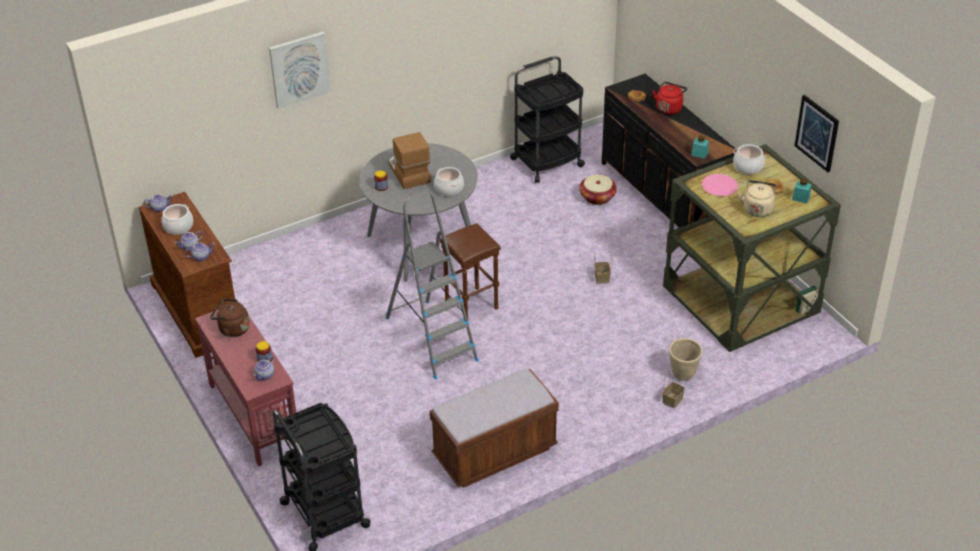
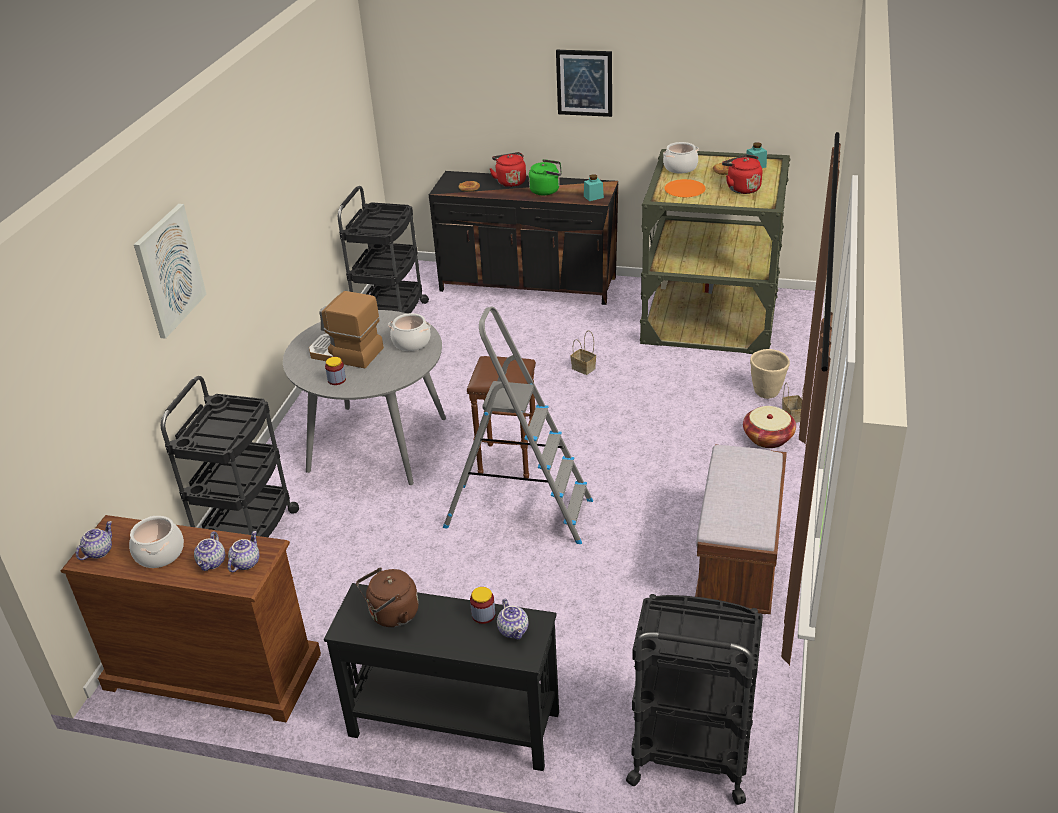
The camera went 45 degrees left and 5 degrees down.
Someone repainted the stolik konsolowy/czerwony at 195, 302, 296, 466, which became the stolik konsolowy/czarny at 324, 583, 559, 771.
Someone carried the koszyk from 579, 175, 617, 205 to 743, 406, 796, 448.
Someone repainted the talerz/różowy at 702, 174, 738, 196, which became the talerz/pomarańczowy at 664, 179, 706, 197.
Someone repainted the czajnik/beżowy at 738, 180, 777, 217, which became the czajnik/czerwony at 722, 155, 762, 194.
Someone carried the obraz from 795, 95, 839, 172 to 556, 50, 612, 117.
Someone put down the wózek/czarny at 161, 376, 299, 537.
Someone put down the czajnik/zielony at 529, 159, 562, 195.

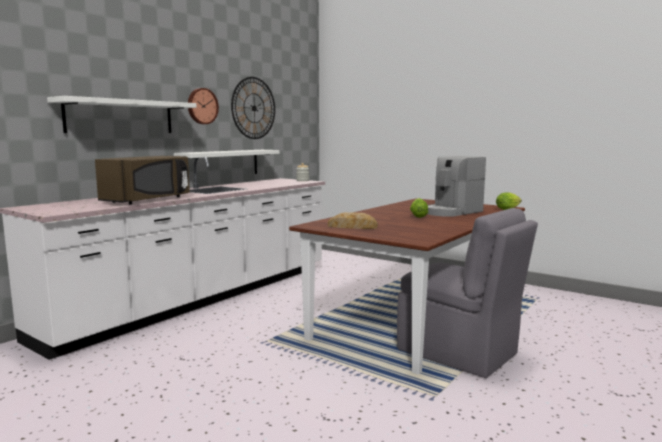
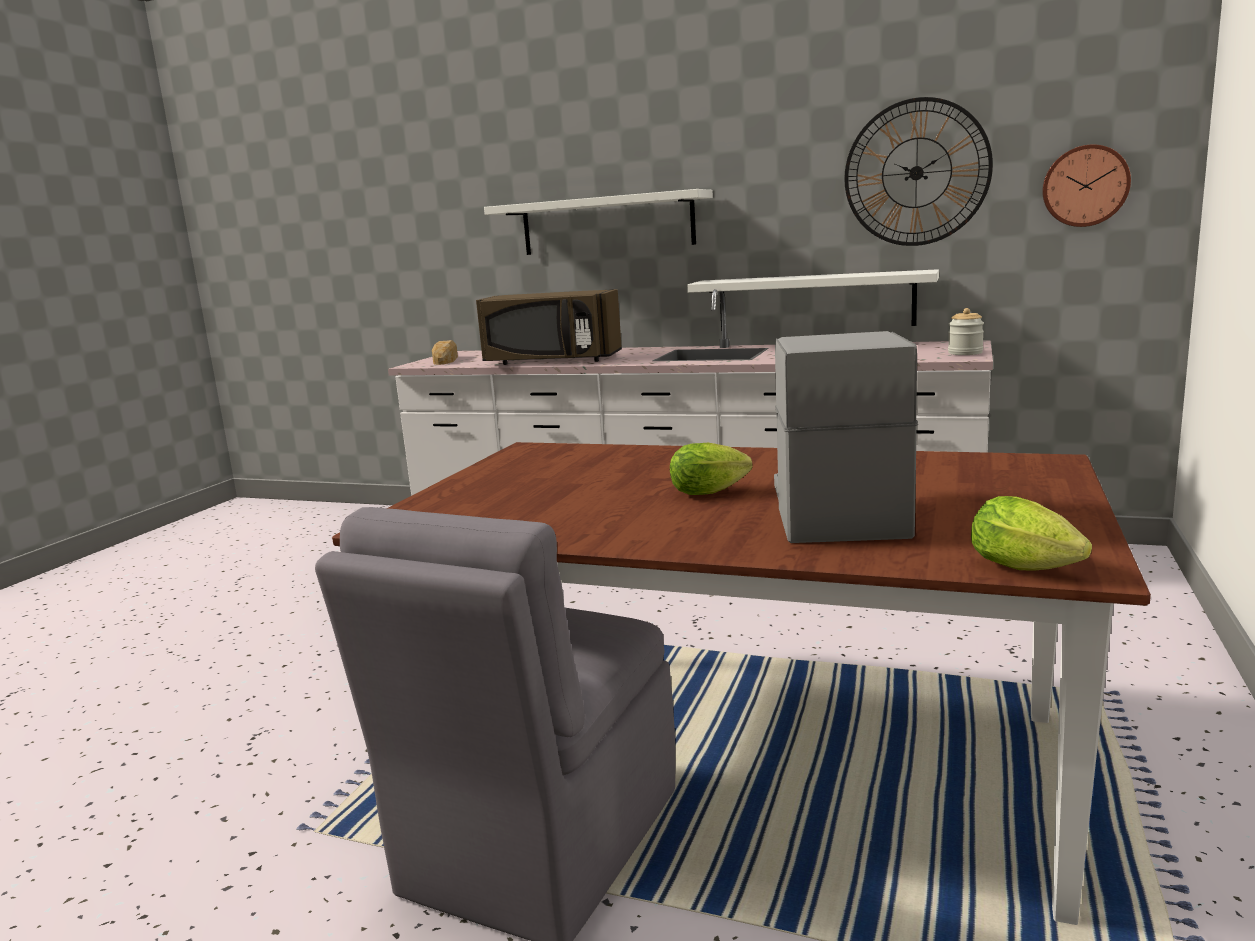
The camera went 75 degrees right and 5 degrees up.
Someone carried the zegar ścienny from 188, 88, 219, 124 to 1042, 144, 1131, 227.
Someone carried the chleb from 328, 212, 378, 229 to 432, 340, 458, 365.
Someone rotated the ekspres do kawy at 428, 156, 486, 217 by 60 degrees clockwise.

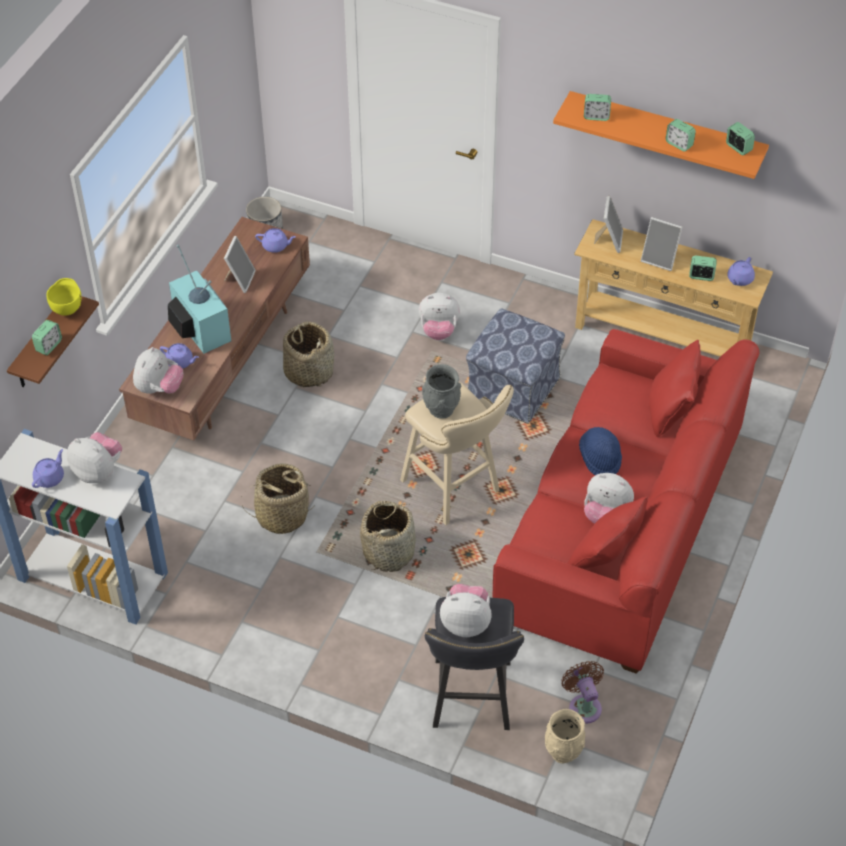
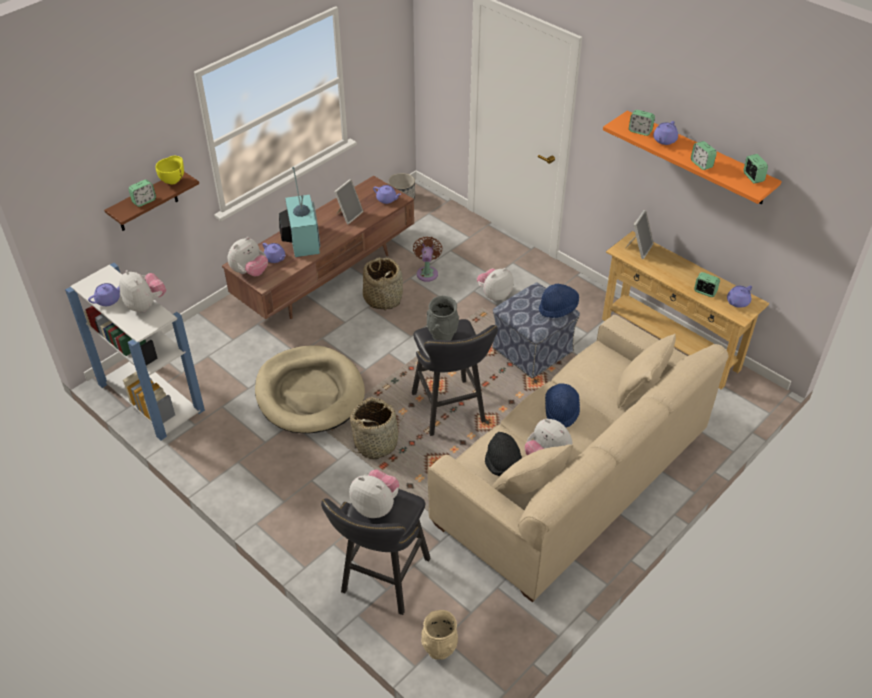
The camera went 20 degrees right and 5 degrees down.
Someone swapped the koszyk at 241, 463, 316, 534 for the legowisko/beżowy at 255, 345, 365, 434.
Someone repainted the stołek/beżowy at 400, 382, 514, 525, which became the stołek/czarny at 412, 319, 498, 436.
Someone rotated the pluszak at 419, 293, 460, 340 by 120 degrees clockwise.
Someone repainted the kanapa/czerwony at 493, 329, 760, 673, which became the kanapa/beżowy at 428, 315, 729, 602.
Someone carried the wentylator/brązowy from 561, 661, 604, 724 to 413, 236, 442, 282.
Someone took away the ramka na zdjęcie at 641, 217, 683, 271.
Someone put down the kapelusz/czarny at 485, 432, 522, 476.
Someone put down the kapelusz/niebieski at 539, 284, 579, 318.
Someone put down the imbryk/fioletowy at 653, 121, 678, 145.

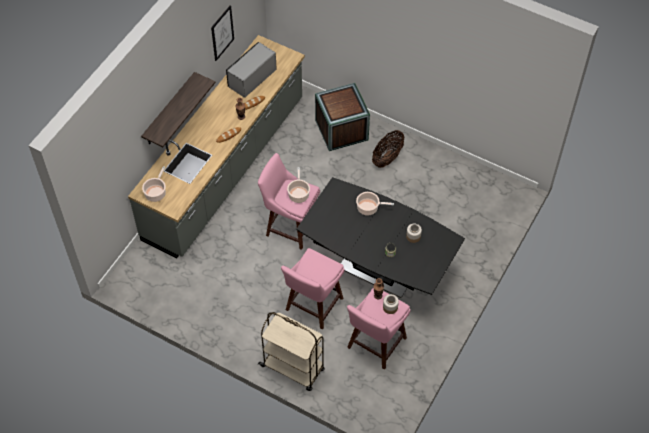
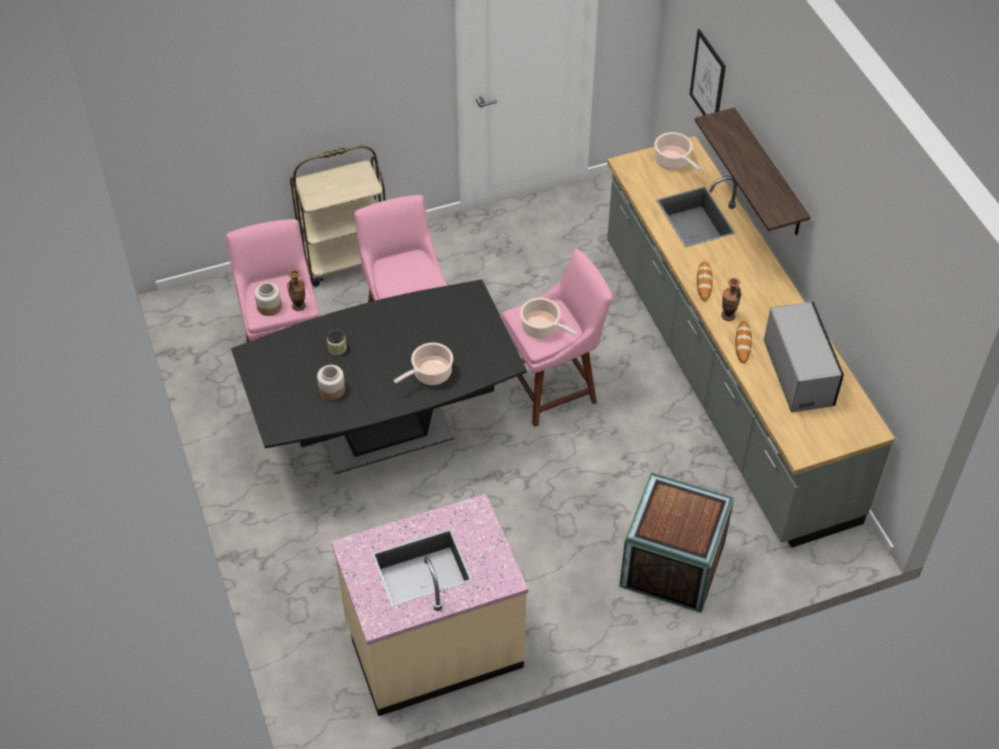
The camera went 130 degrees right and 5 degrees down.
Someone carried the obraz from 211, 5, 234, 61 to 690, 29, 726, 115.
Someone took away the koszyk at 372, 130, 404, 168.
Someone put down the zabudowa kuchenna/beżowy at 331, 494, 528, 716.

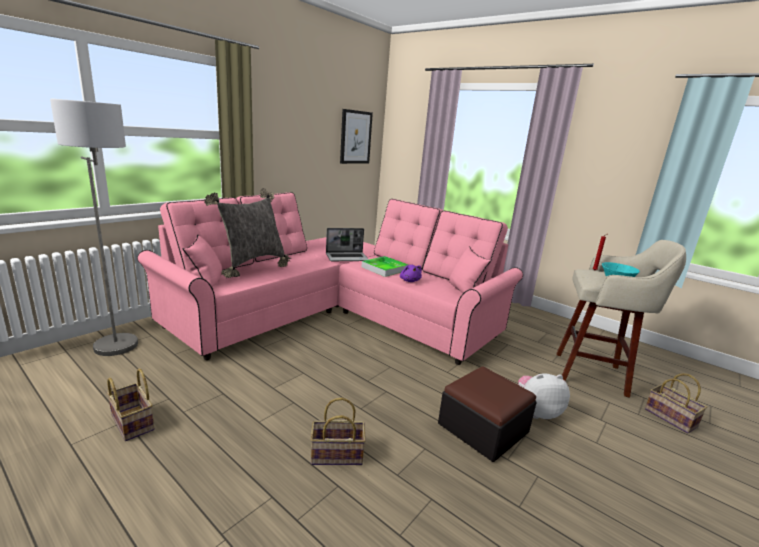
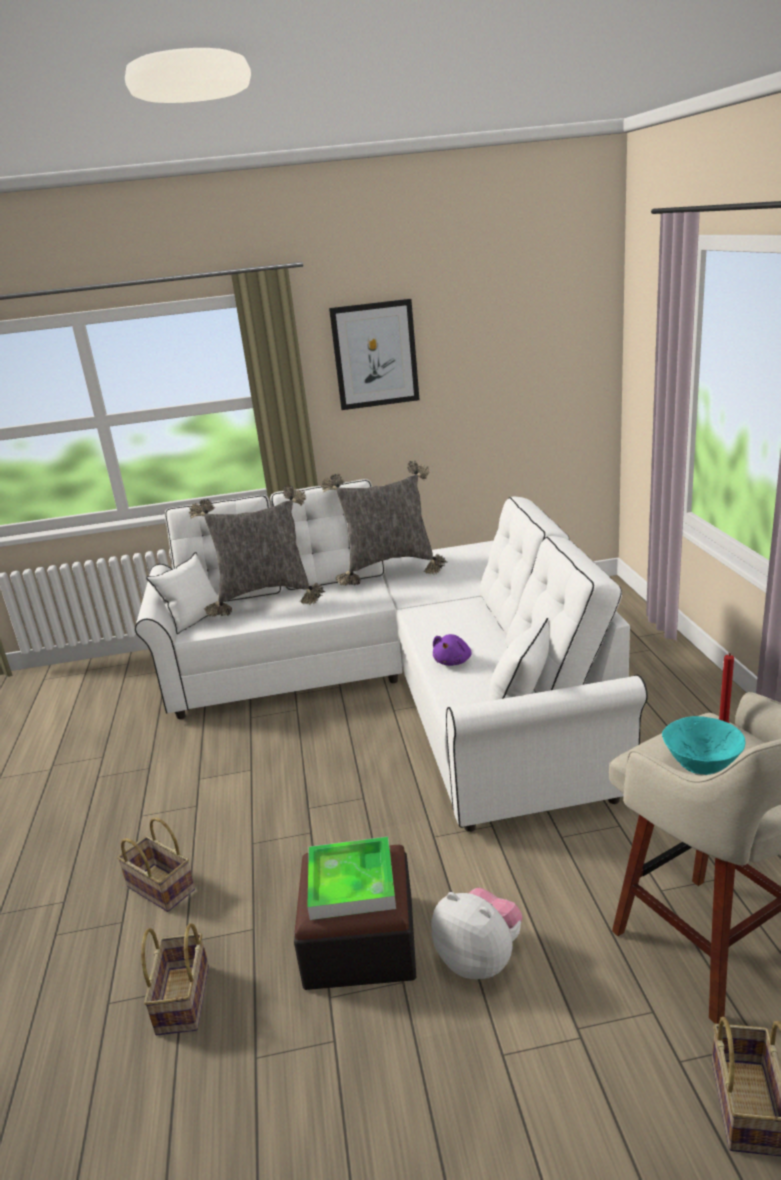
The camera went 45 degrees right and 5 degrees up.
Someone took away the lampa stojąca/szary at 50, 98, 138, 356.
Someone carried the koszyk from 107, 369, 154, 441 to 141, 923, 209, 1035.
Someone repainted the kanapa/różowy at 137, 192, 523, 365, which became the kanapa/biały at 135, 479, 648, 832.
Someone took away the laptop at 326, 228, 369, 261.
Someone carried the obraz from 340, 109, 373, 164 to 329, 299, 420, 410.
Someone carried the taca from 362, 256, 408, 277 to 307, 837, 396, 920.
Someone put down the poduszka at 322, 461, 447, 586.

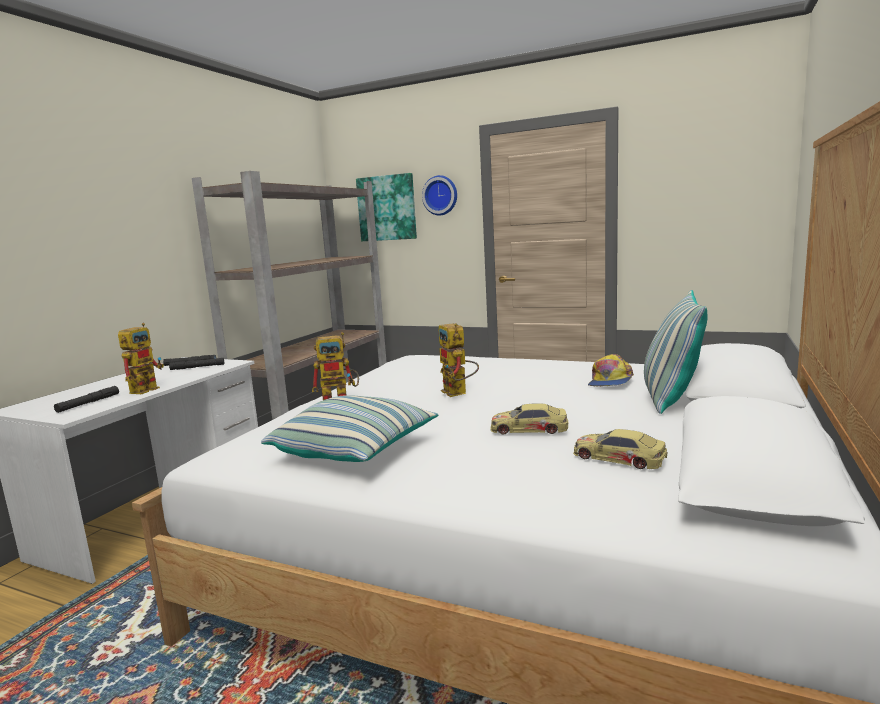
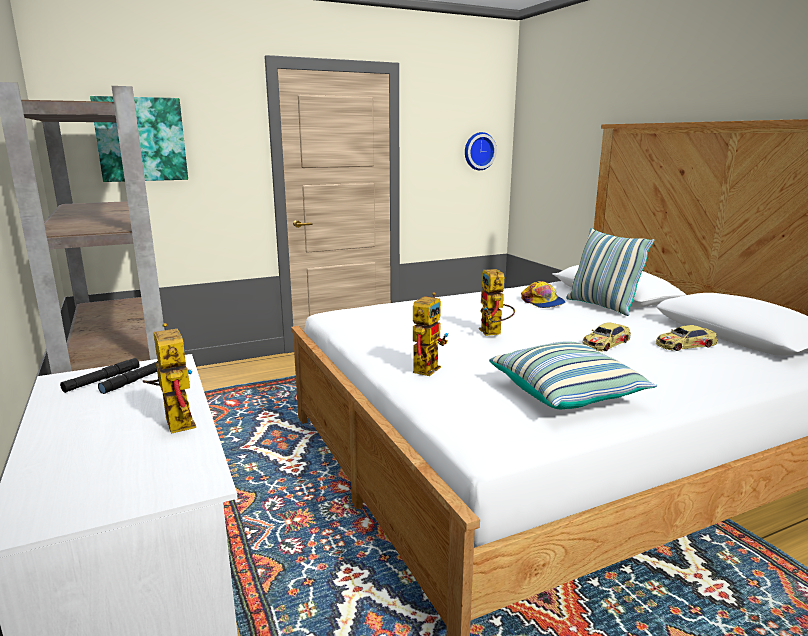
The camera went 50 degrees left and 5 degrees up.
Someone took away the latarka/czarny at 54, 386, 119, 413.
Someone carried the zegar ścienny from 422, 175, 457, 215 to 465, 132, 497, 170.
Someone rotated the robot zabawkowy at 438, 323, 479, 397 by 60 degrees clockwise.

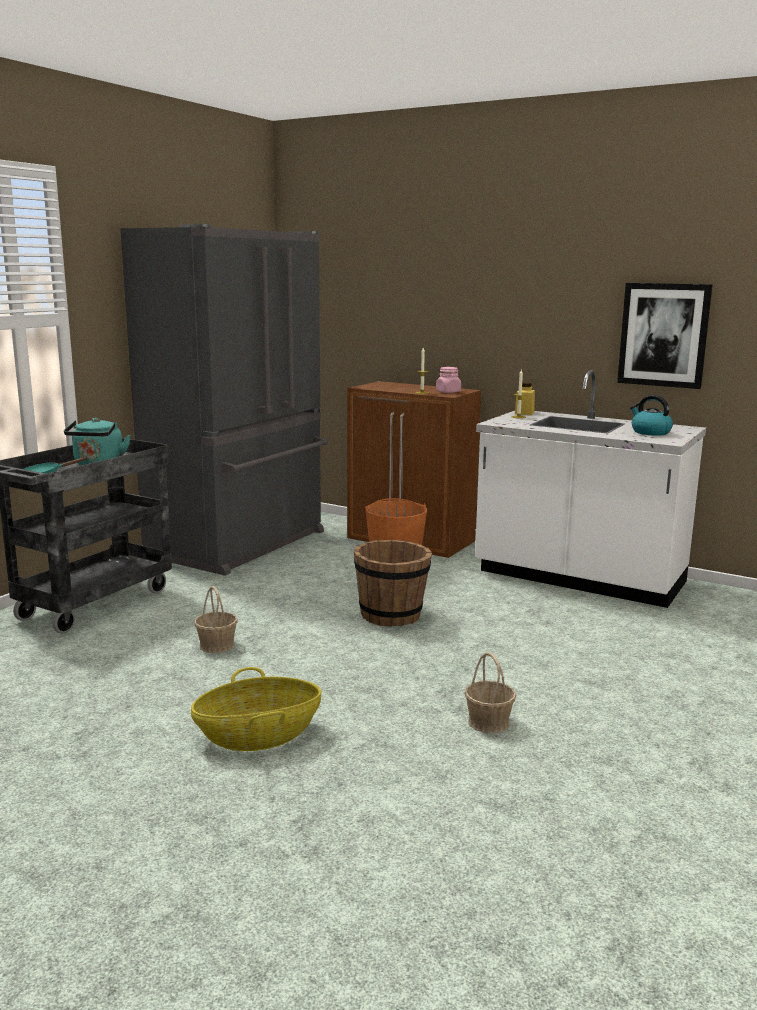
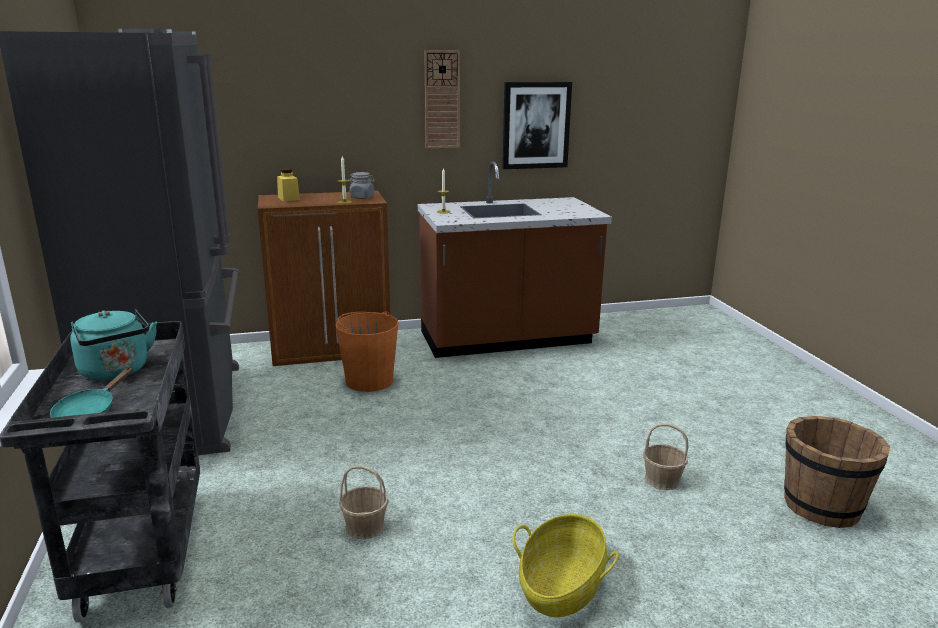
The camera went 45 degrees left and 5 degrees up.
Someone carried the wiadro/brązowy from 354, 540, 432, 627 to 784, 416, 890, 528.
Someone repainted the słoik/różowy at 436, 367, 461, 393, which became the słoik/szary at 349, 172, 375, 199.
Someone repainted the zabudowa kuchenna/biały at 475, 370, 706, 608, which became the zabudowa kuchenna/brązowy at 418, 161, 612, 358.
Someone carried the słoik/żółty from 515, 382, 535, 415 to 277, 168, 300, 202.
Someone took away the czajnik at 630, 395, 673, 436.
Someone put up the zegar ścienny at 424, 50, 460, 149.

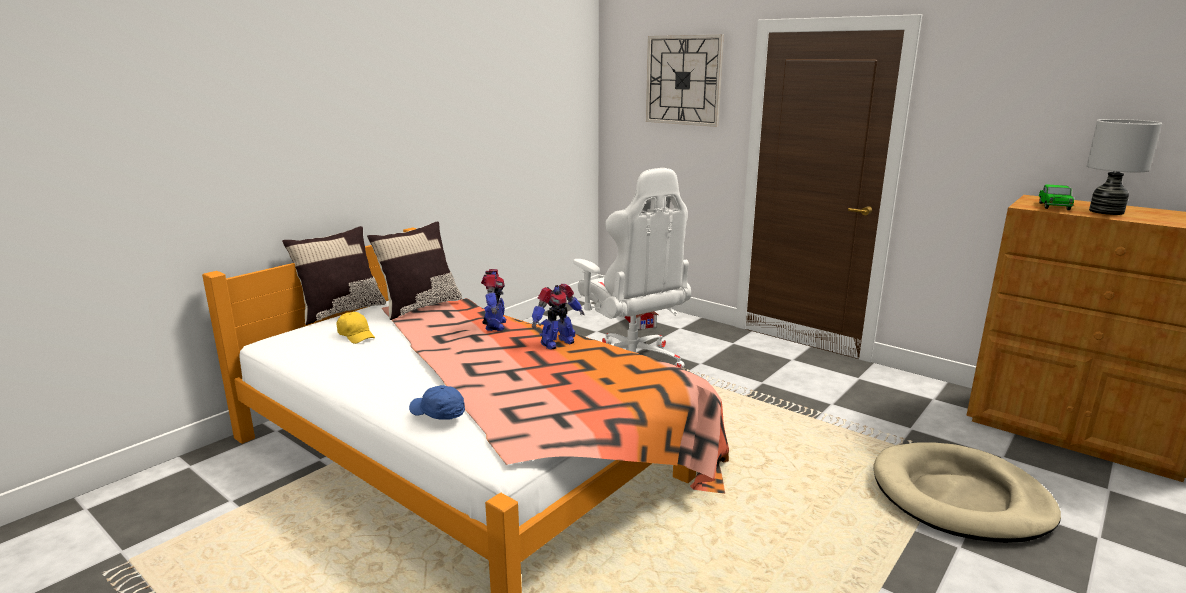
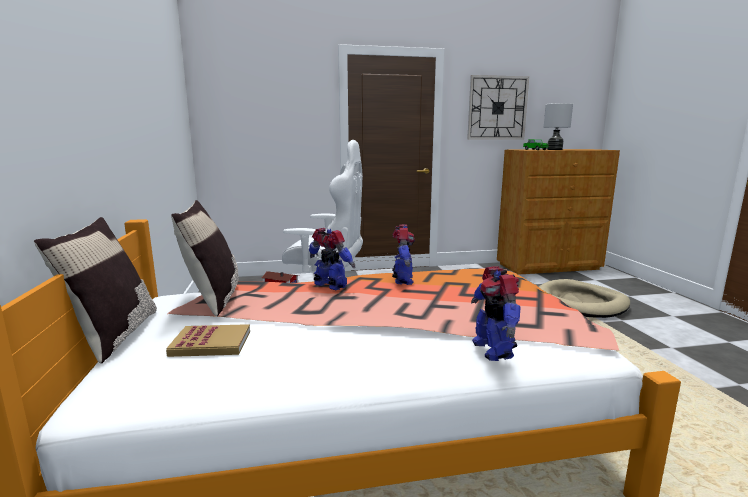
The camera went 50 degrees left and 5 degrees down.
Someone swapped the czapka z daszkiem/żółty at 336, 312, 375, 344 for the książka at 166, 324, 250, 357.
Someone swapped the czapka z daszkiem/niebieski at 409, 385, 465, 420 for the robot zabawkowy at 471, 266, 521, 361.
Someone carried the zegar ścienny from 646, 35, 724, 127 to 467, 75, 529, 140.

